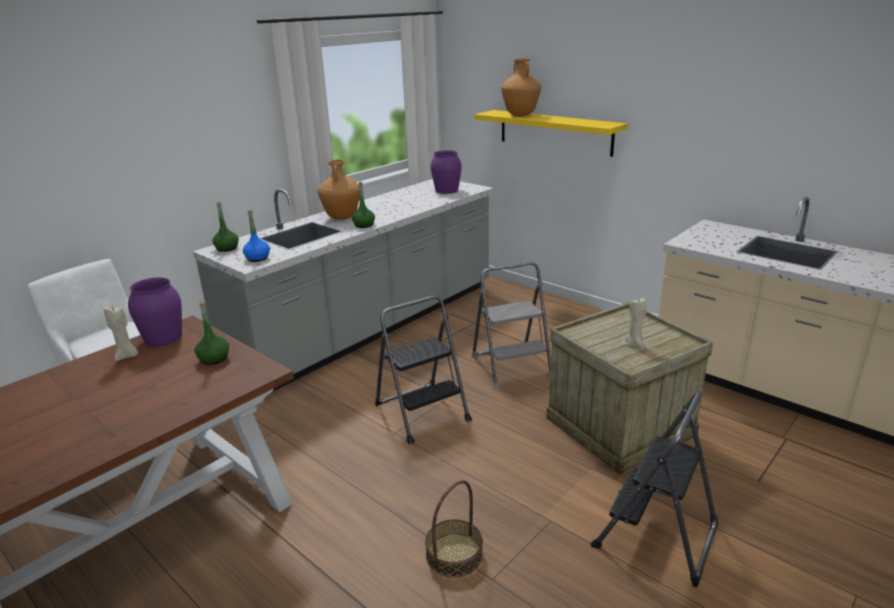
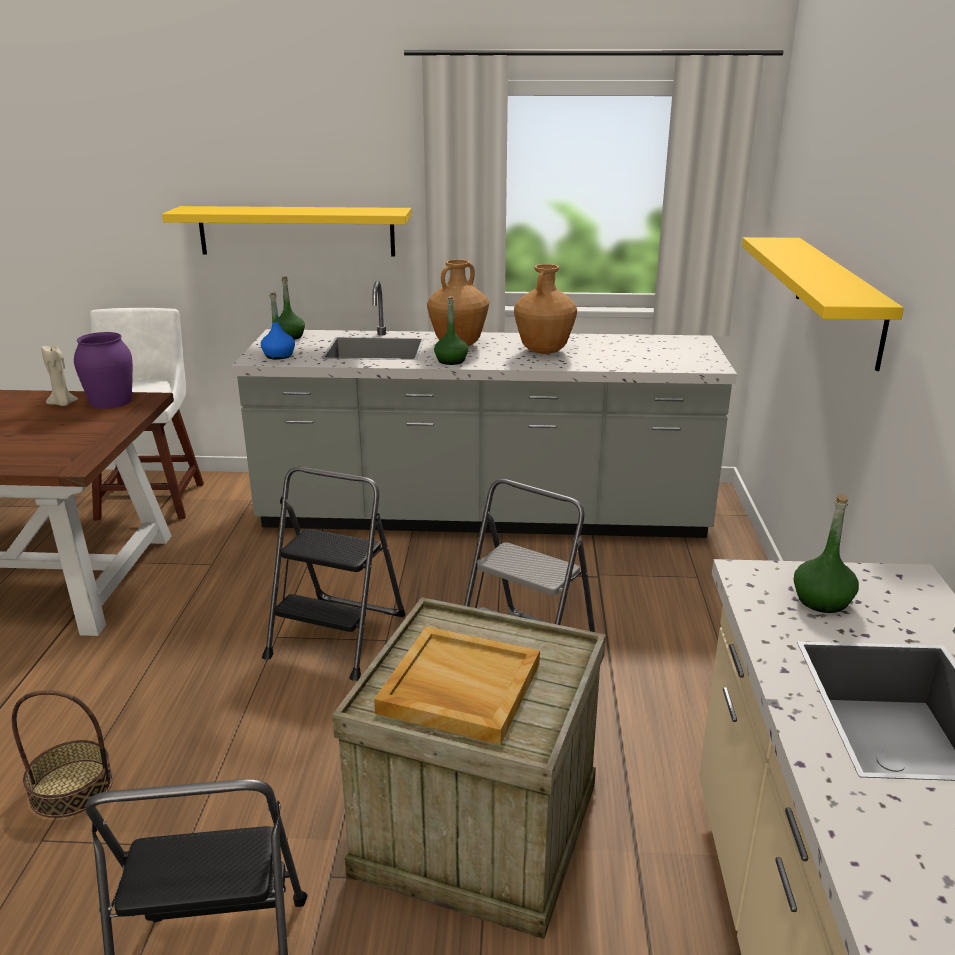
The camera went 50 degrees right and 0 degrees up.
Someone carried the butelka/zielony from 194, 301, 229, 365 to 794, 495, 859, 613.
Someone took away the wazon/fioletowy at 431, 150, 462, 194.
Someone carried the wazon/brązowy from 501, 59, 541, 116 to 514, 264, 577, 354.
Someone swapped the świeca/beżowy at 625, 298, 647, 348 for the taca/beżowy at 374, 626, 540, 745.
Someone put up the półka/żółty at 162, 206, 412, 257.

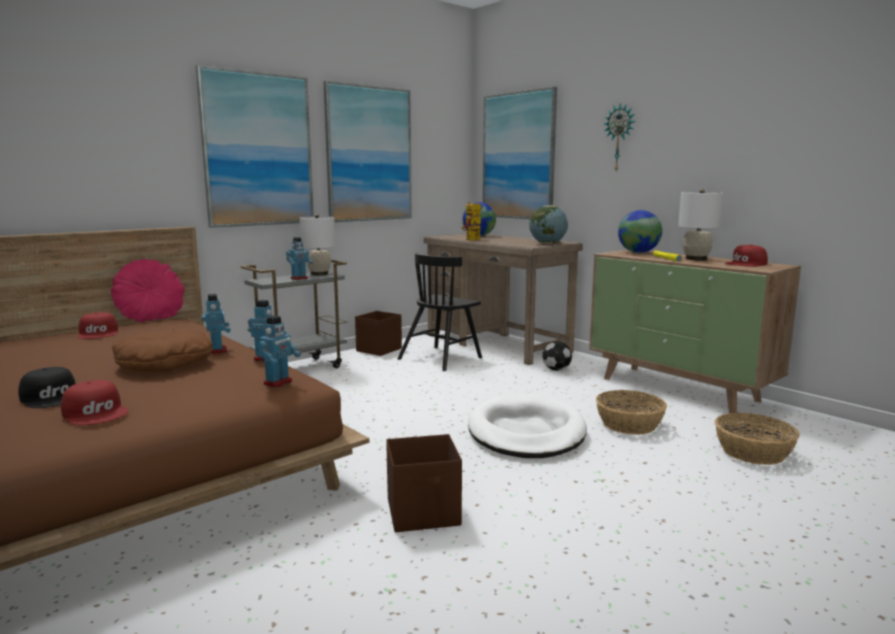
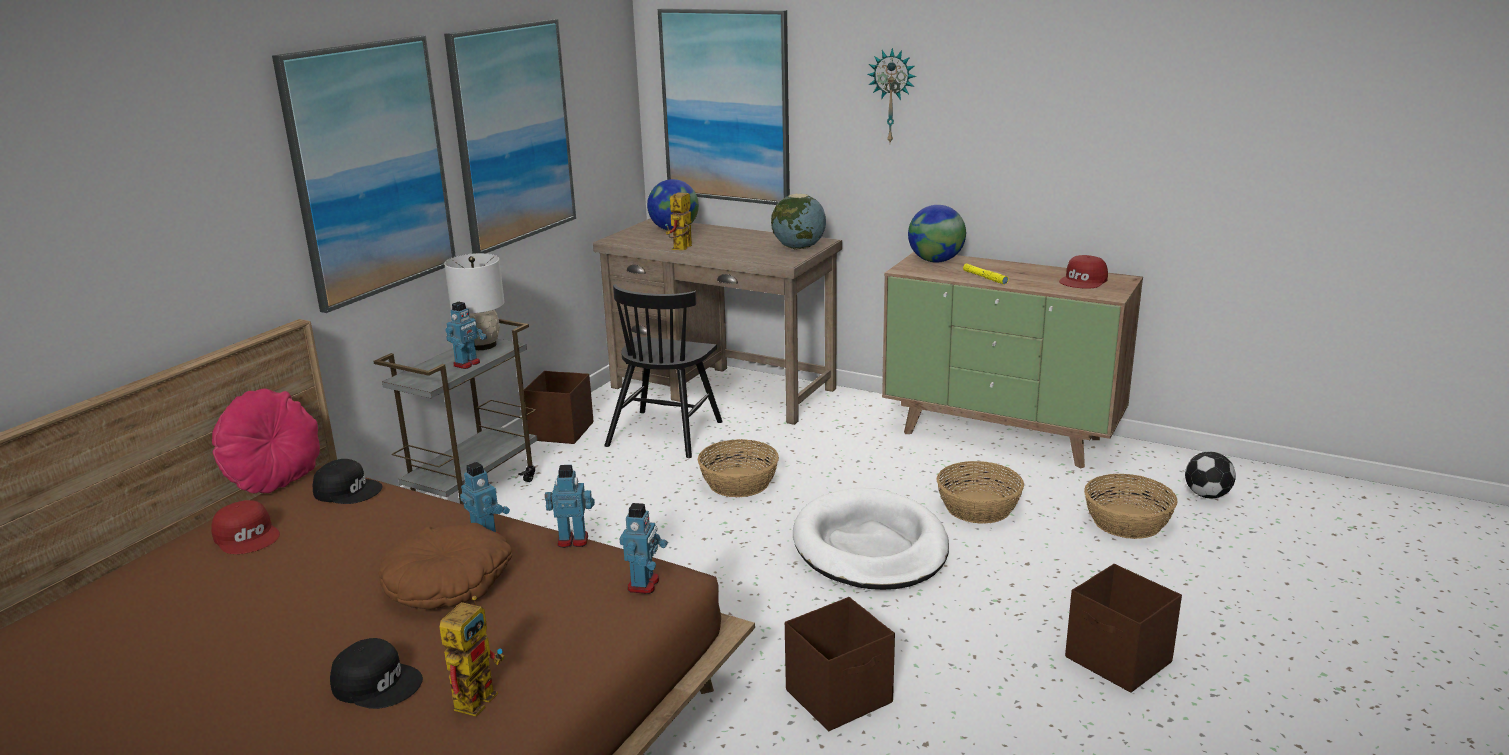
The camera went 20 degrees left and 10 degrees up.
Someone swapped the czapka z daszkiem/czerwony at 61, 380, 128, 425 for the robot zabawkowy at 439, 596, 504, 717.
Someone carried the piłka futbolowa from 542, 341, 572, 371 to 1185, 452, 1236, 498.
Someone took away the lampa stołowa/biały at 678, 189, 723, 261.
Someone put down the czapka z daszkiem/czarny at 313, 459, 383, 504.
Someone put down the koszyk at 698, 439, 779, 497.
Someone put down the pojemnik do przechowywania/brązowy at 1065, 564, 1182, 693.

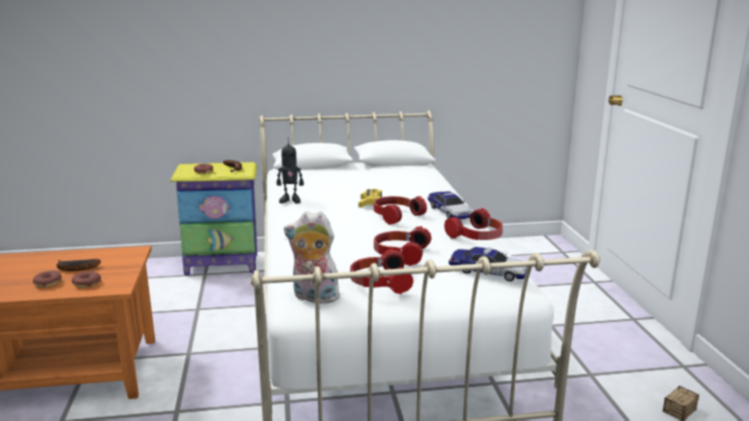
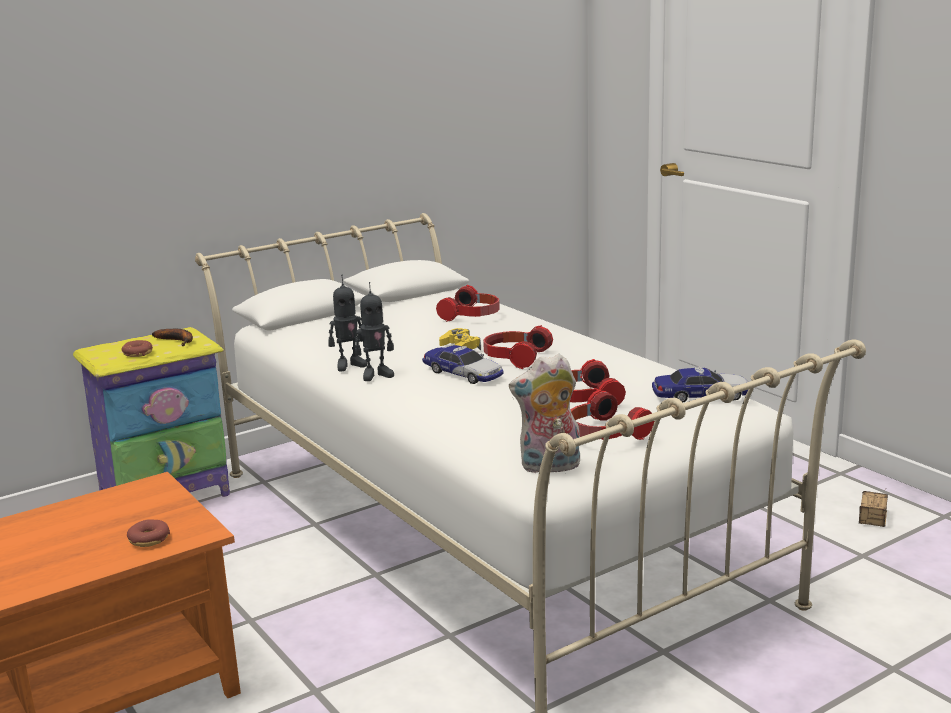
The camera went 25 degrees left and 0 degrees up.
Someone took away the donut at 33, 270, 62, 288.
Someone took away the banan at 57, 259, 101, 271.
Someone carried the samochodzik from 428, 192, 472, 219 to 422, 345, 504, 384.
Someone carried the słuchawki from 444, 208, 503, 240 to 436, 285, 500, 322.
Someone put down the robot zabawkowy at 355, 282, 394, 381.

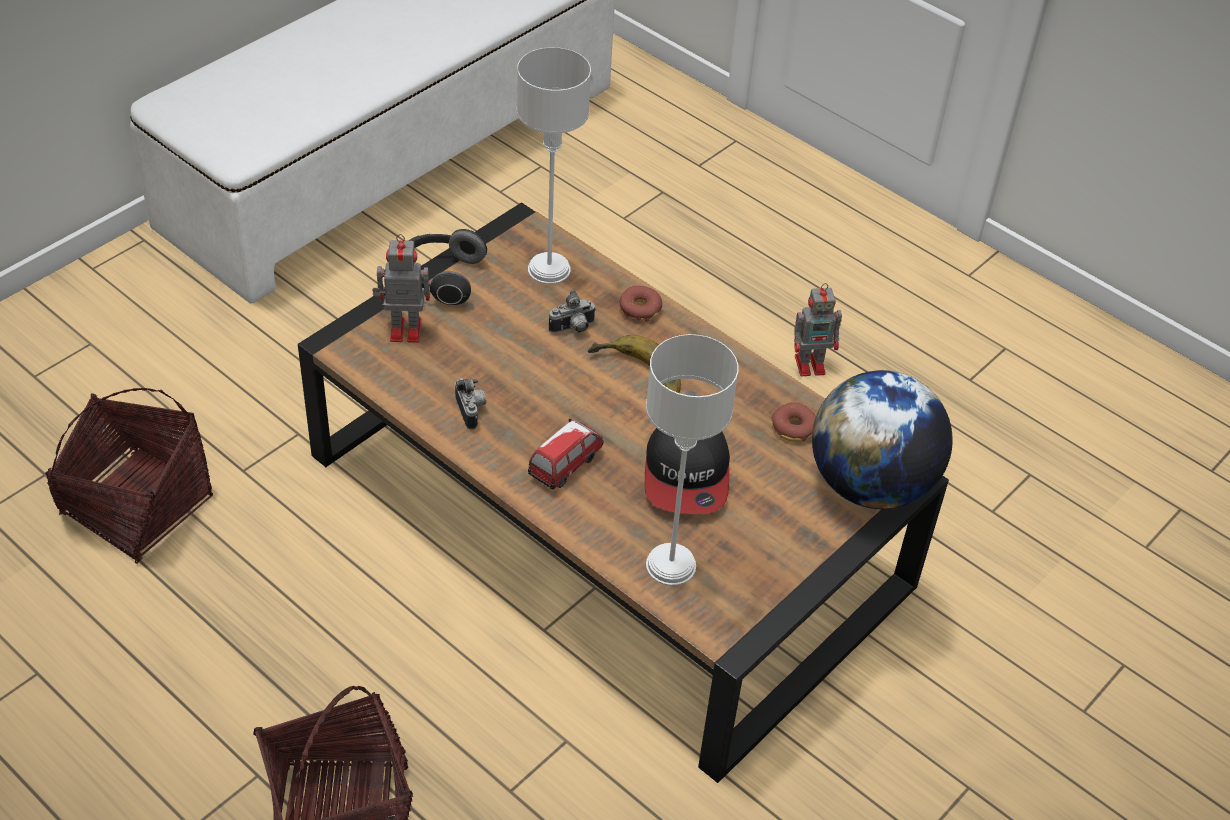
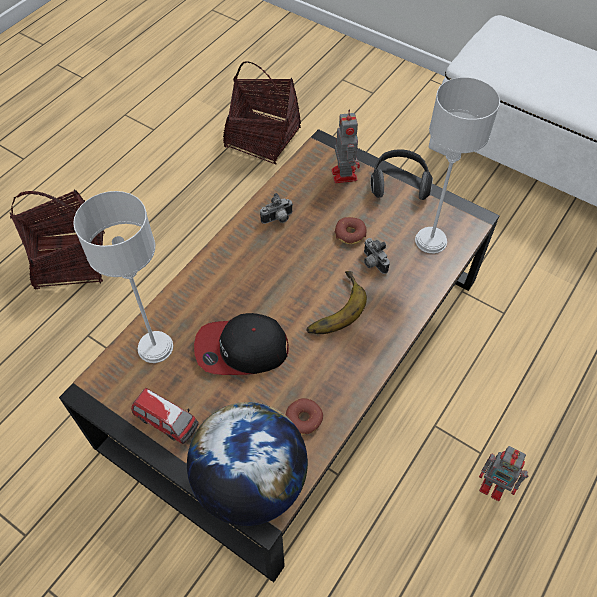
The camera went 85 degrees right and 10 degrees up.
Someone carried the samochodzik from 528, 418, 604, 490 to 131, 388, 199, 444.
Someone carried the donut from 620, 286, 662, 322 to 335, 217, 367, 244.
Someone rotated the robot zabawkowy at 794, 283, 842, 376 by 45 degrees counterclockwise.

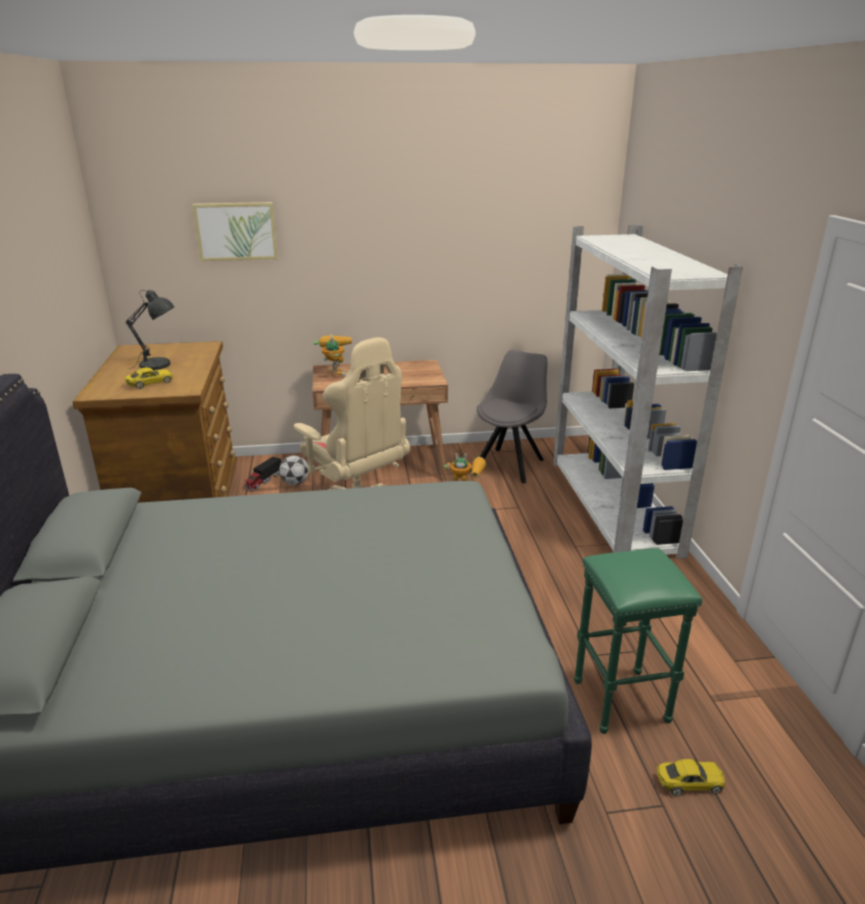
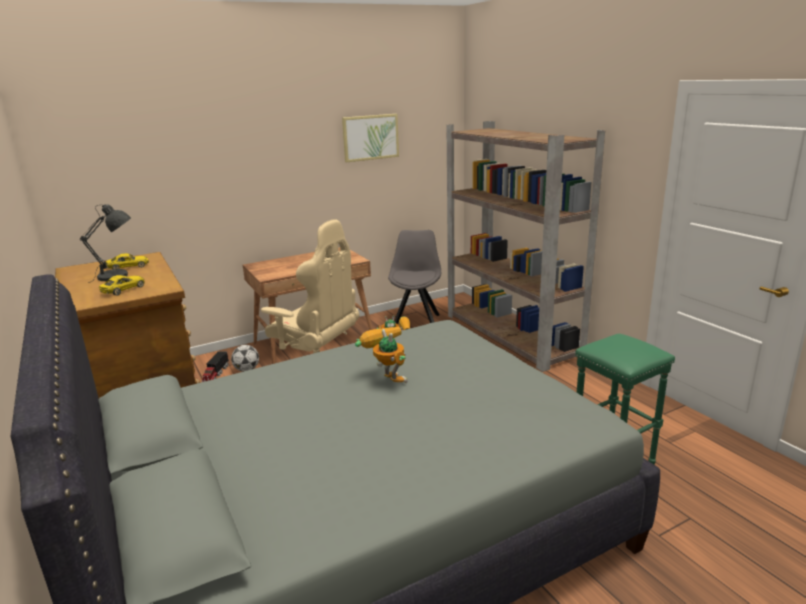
The camera went 20 degrees left and 5 degrees down.
Someone carried the obraz from 192, 202, 278, 261 to 342, 114, 399, 162.
Someone carried the robot zabawkowy from 314, 334, 352, 377 to 355, 327, 408, 383.
Someone repainted the regał/biały at 553, 225, 743, 559, which became the regał/brązowy at 446, 121, 605, 372.
Someone carried the samochodzik/żółty from 657, 759, 725, 796 to 106, 253, 149, 269.

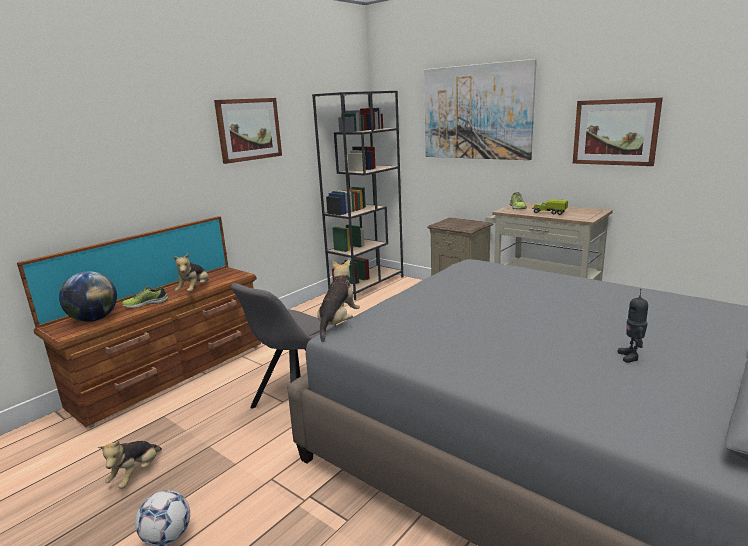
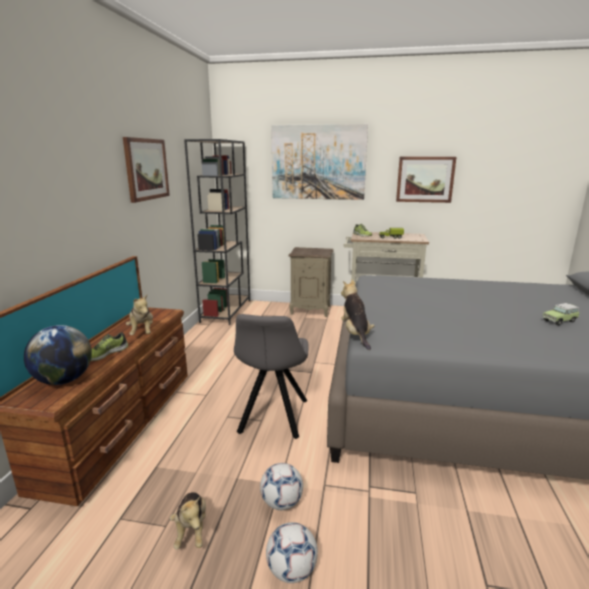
The camera went 30 degrees left and 0 degrees up.
Someone swapped the robot zabawkowy at 617, 289, 648, 363 for the samochodzik at 543, 303, 579, 325.
Someone put down the piłka futbolowa at 260, 463, 303, 510.

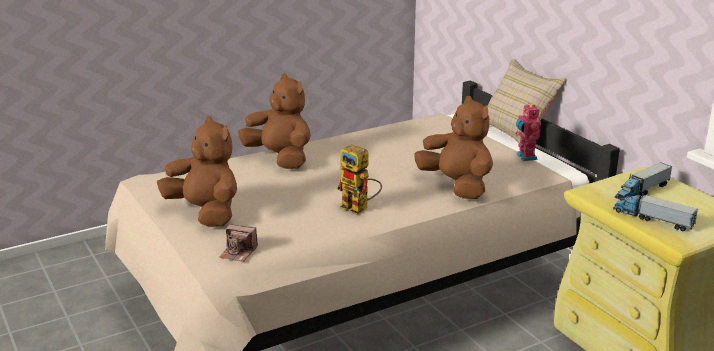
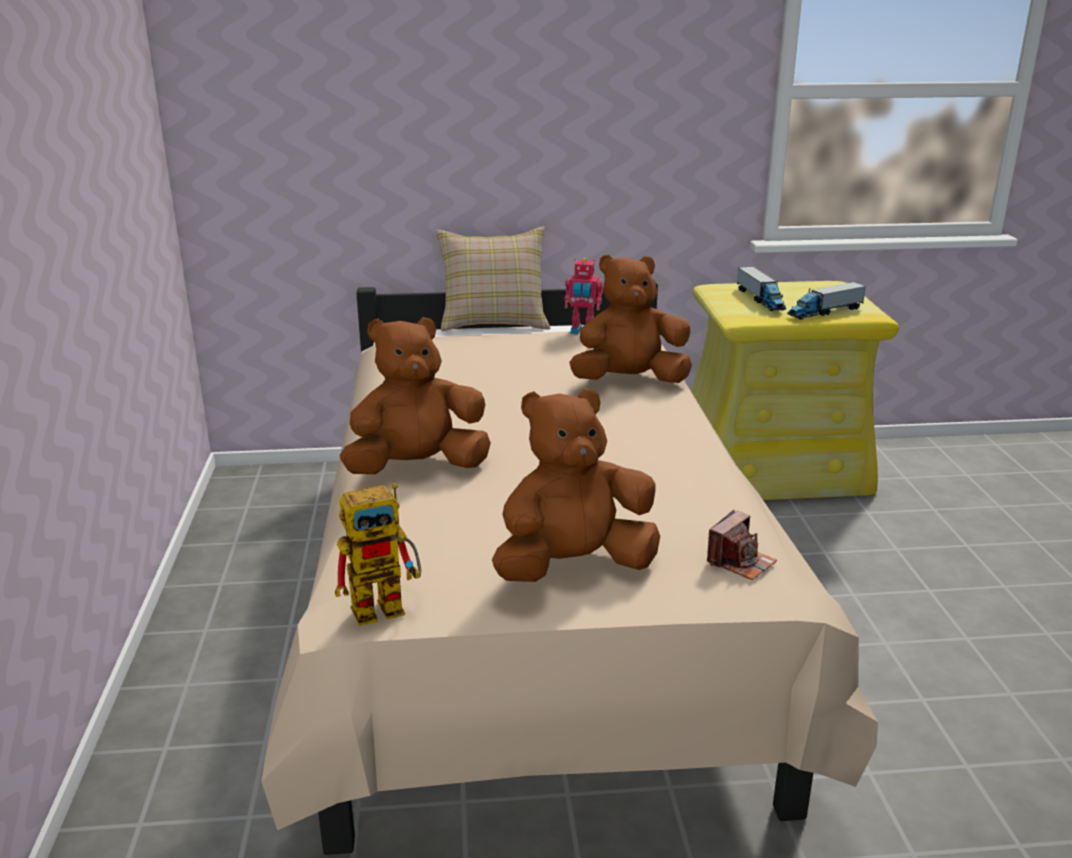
The camera went 65 degrees left and 0 degrees up.
Someone carried the robot zabawkowy from 337, 145, 382, 215 to 335, 482, 421, 626.

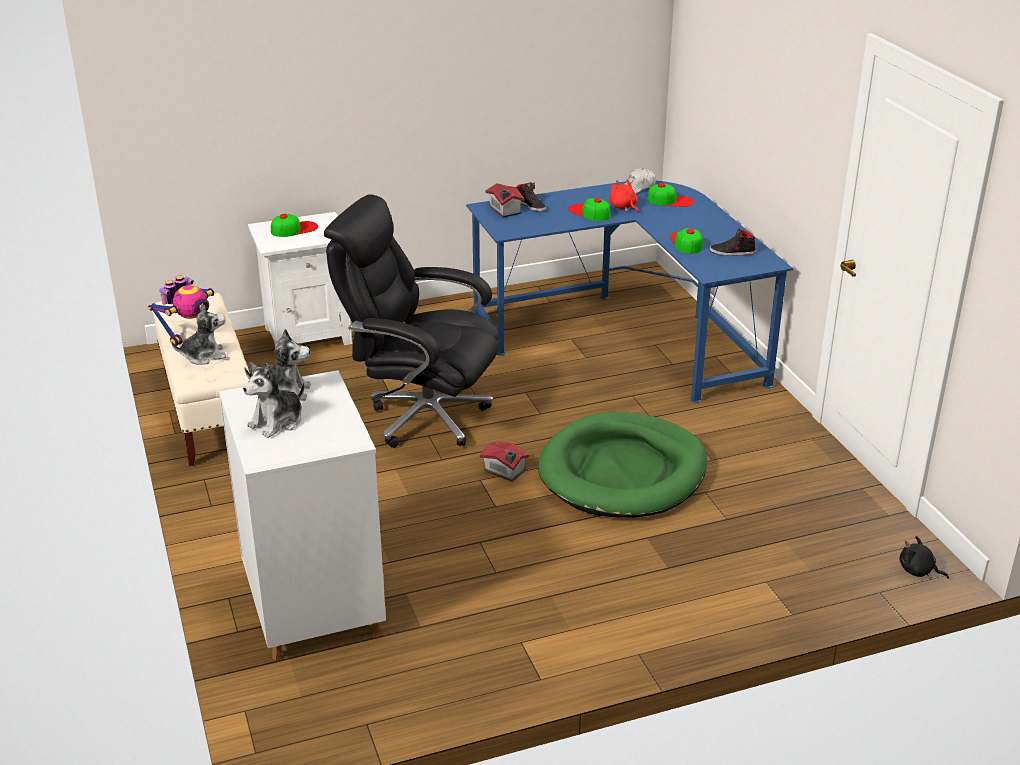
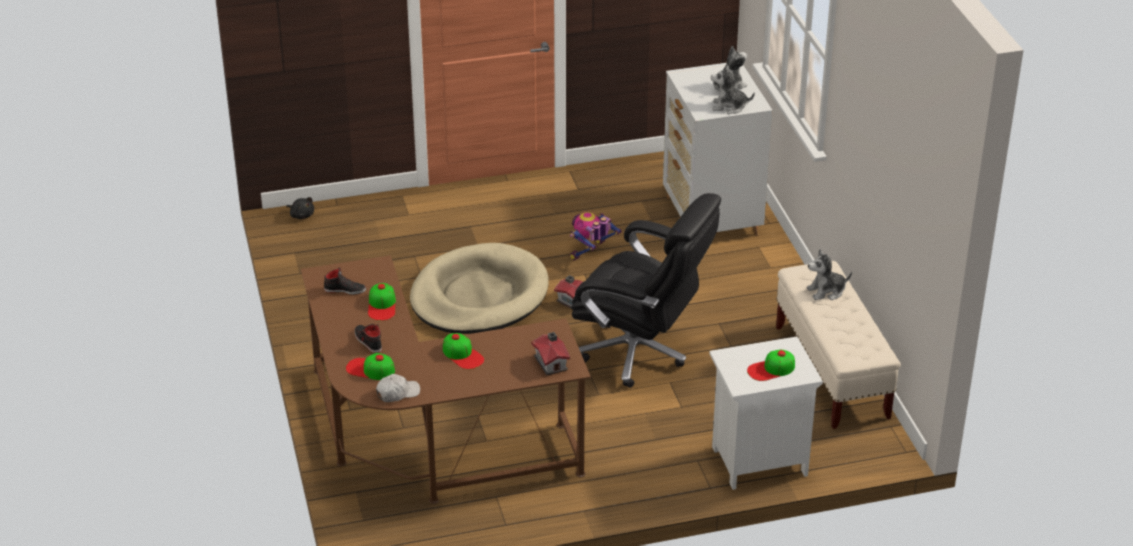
The camera went 175 degrees left and 5 degrees up.
Someone carried the robot zabawkowy from 148, 276, 214, 346 to 570, 212, 622, 260.
Someone repainted the biurko/niebieski at 466, 181, 793, 403, which became the biurko/brązowy at 301, 255, 591, 504.
Someone carried the but/czarny from 516, 182, 546, 211 to 354, 324, 382, 353.
Someone repainted the legowisko/zielony at 538, 412, 707, 518, which became the legowisko/beżowy at 410, 243, 549, 334.
Someone took away the pluszak/czerwony at 609, 179, 639, 213.

